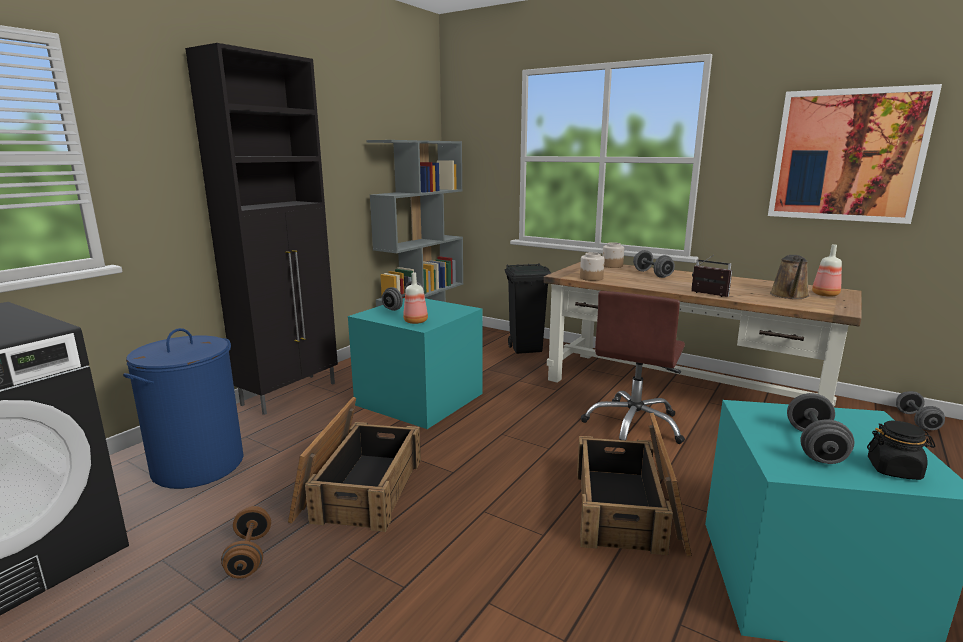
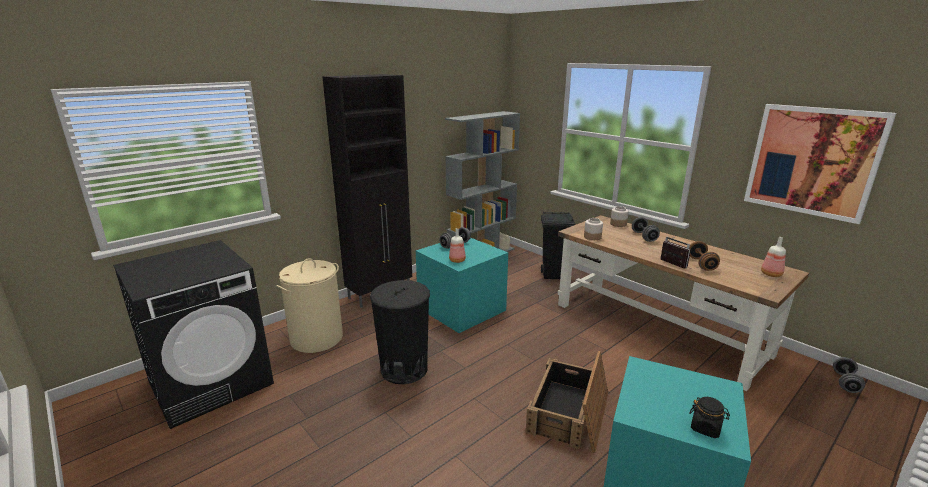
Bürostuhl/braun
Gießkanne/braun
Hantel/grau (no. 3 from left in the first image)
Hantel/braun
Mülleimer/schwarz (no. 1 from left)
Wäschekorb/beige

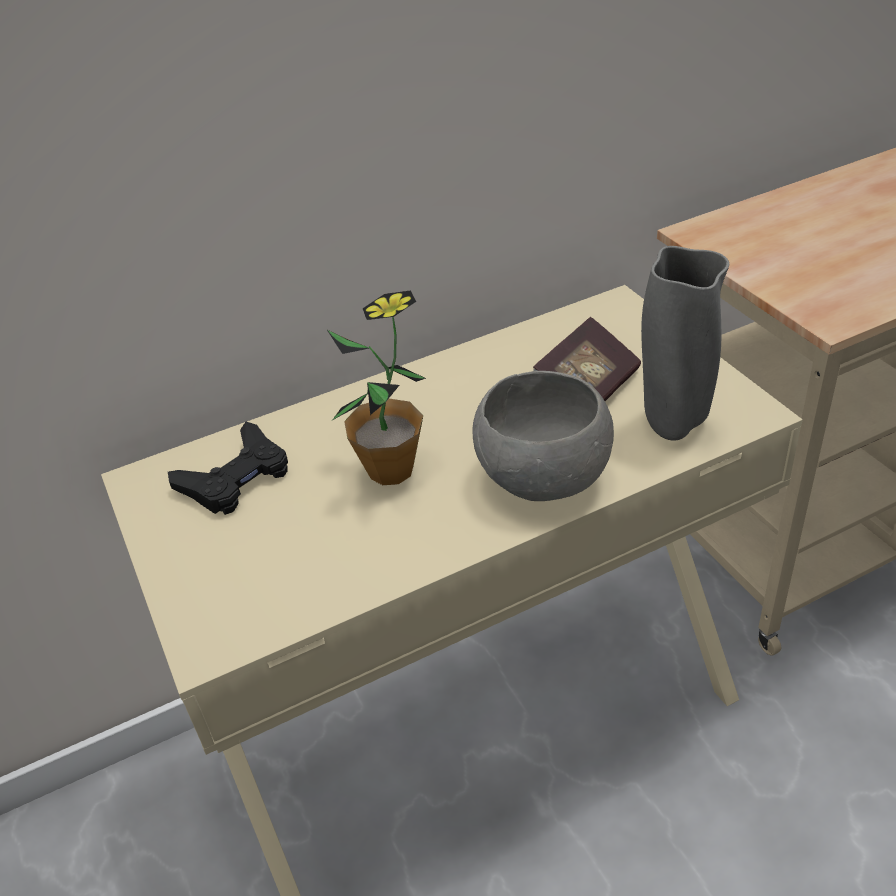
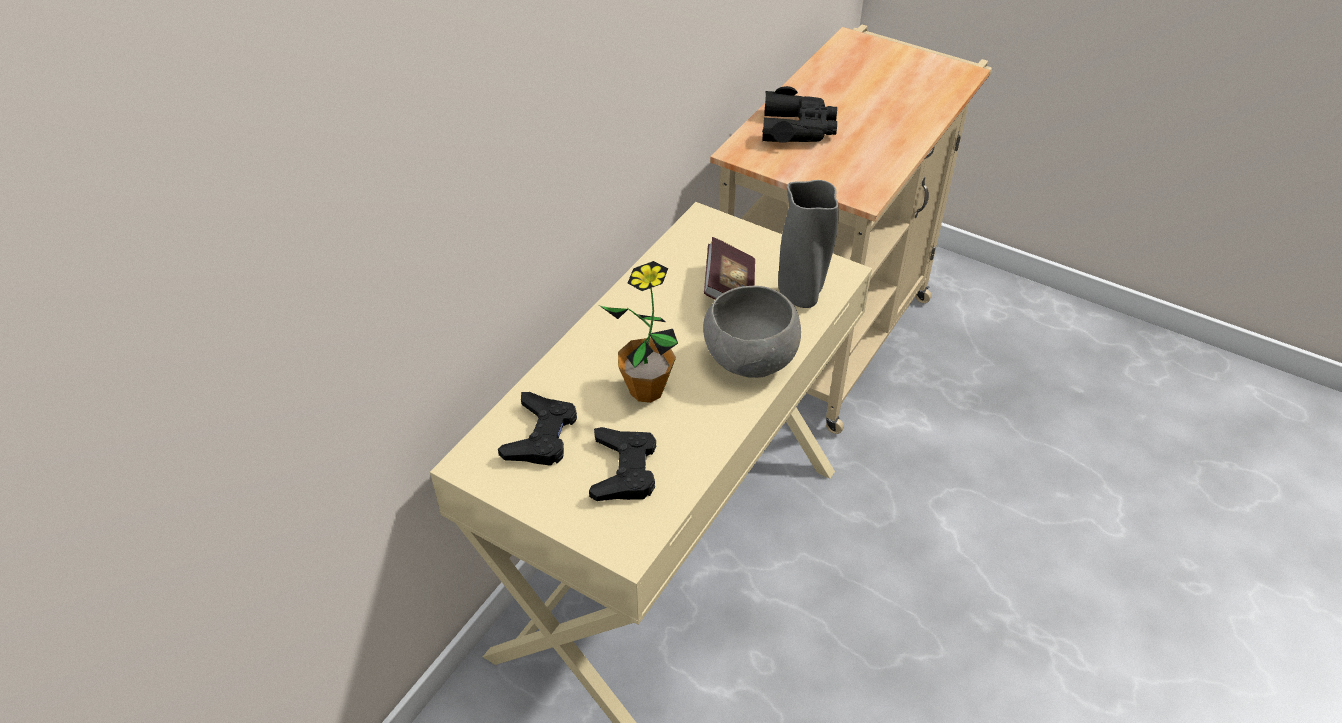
Gamepad/schwarz (no. 2 from left)
Fernglas/schwarz

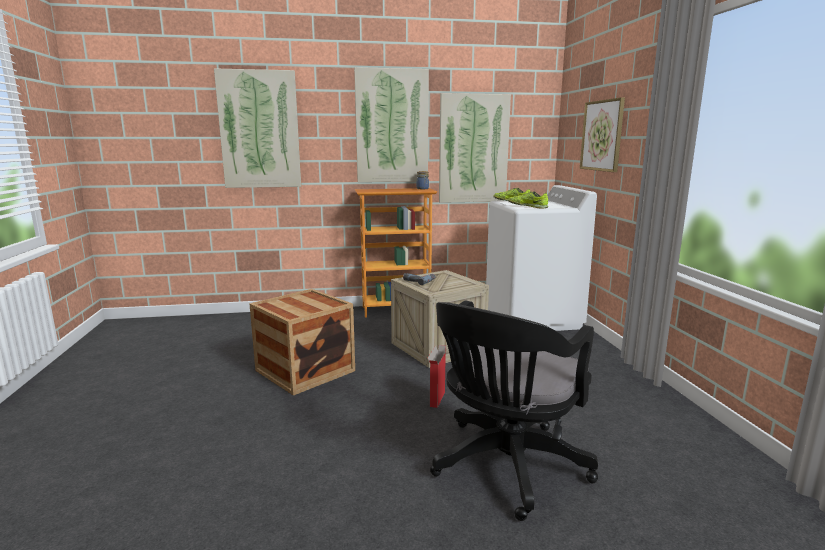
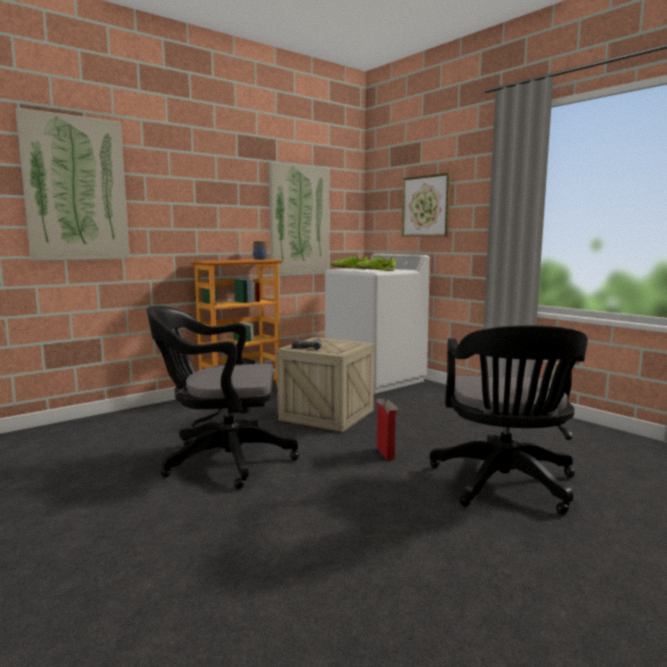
Bild (no. 2 from left in the first image)
Bürostuhl/schwarz (no. 1 from left)

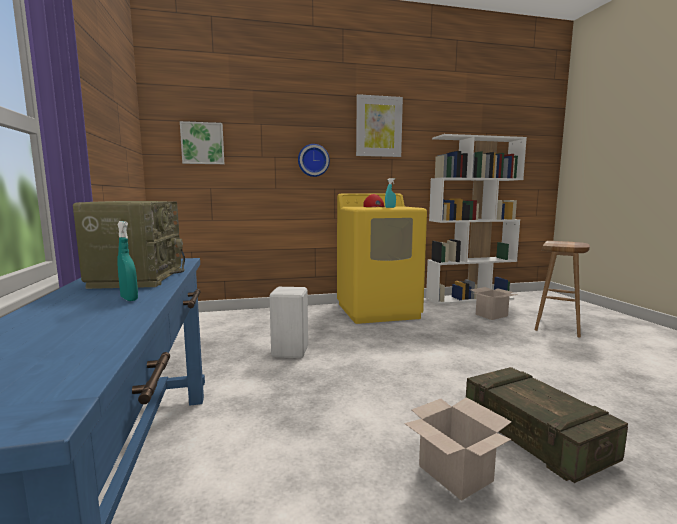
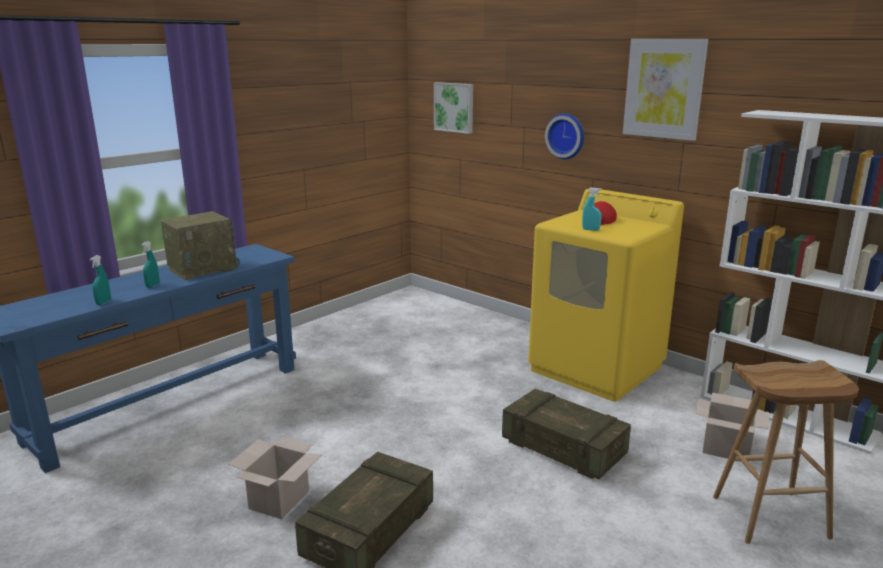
Hocker/weiß
Sprühflasche/türkis (no. 1 from left)
Kiste (no. 2 from left)

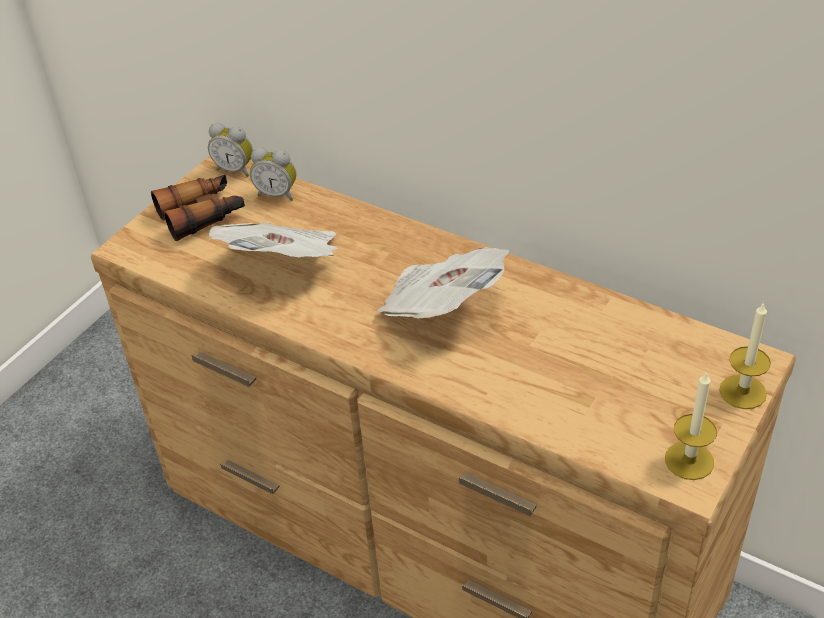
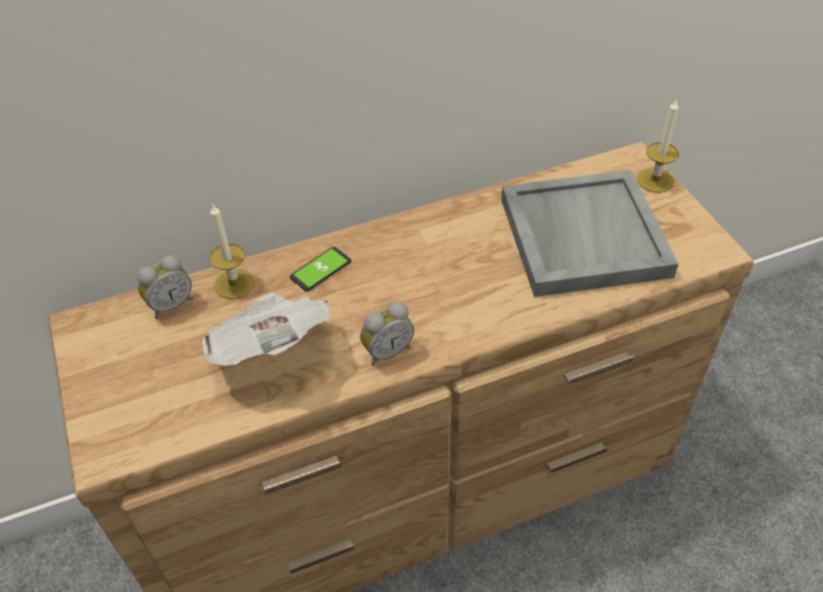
Fernglas
Zeitung (no. 2 from left in the first image)
Handy
Tablett/grau
Wecker (no. 2 from left)
Kerze (no. 1 from left)

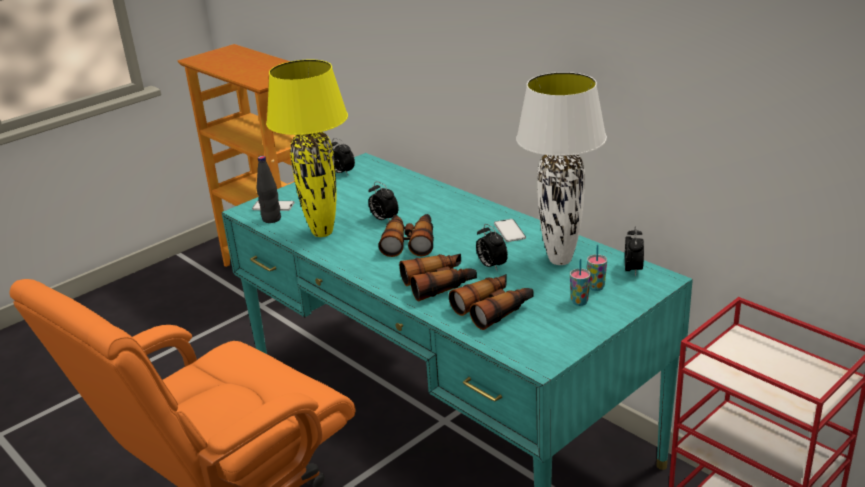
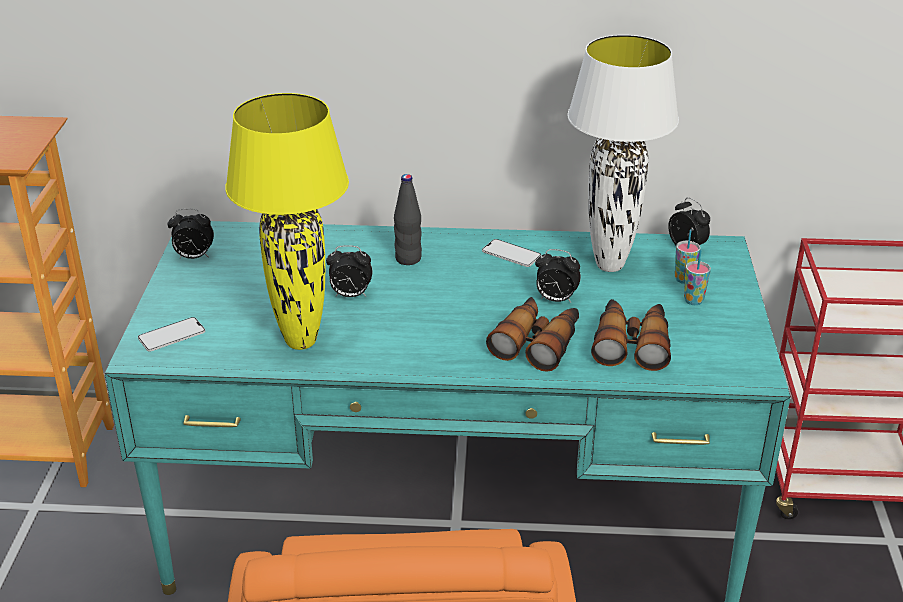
Fernglas (no. 1 from left in the first image)
Flasche/schwarz

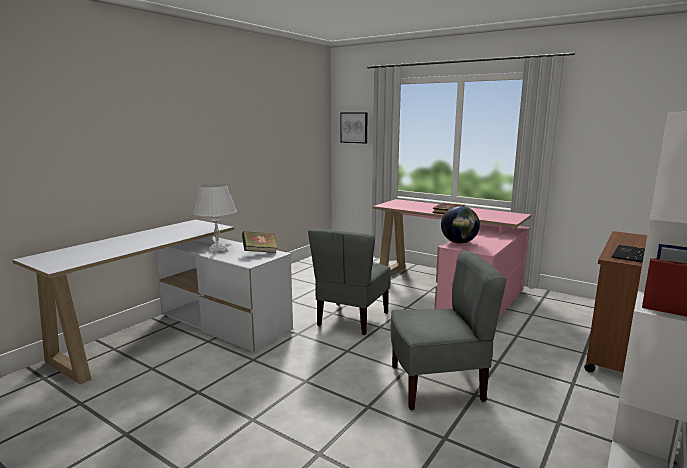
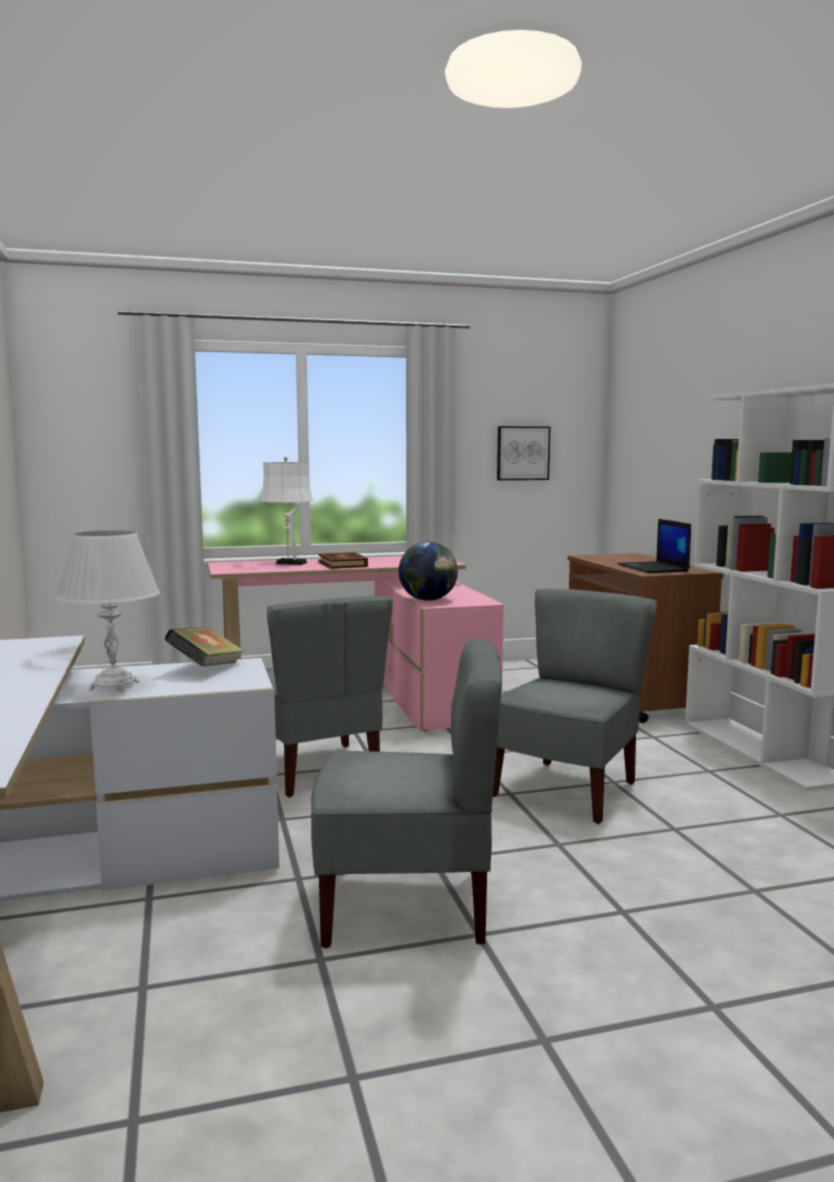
Tischlampe/weiß (no. 2 from left)
Stuhl/grau (no. 2 from left)
Bild

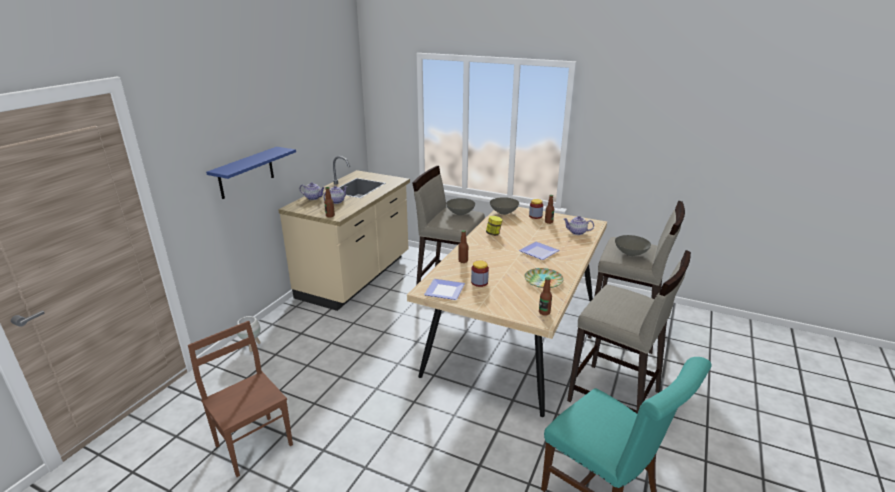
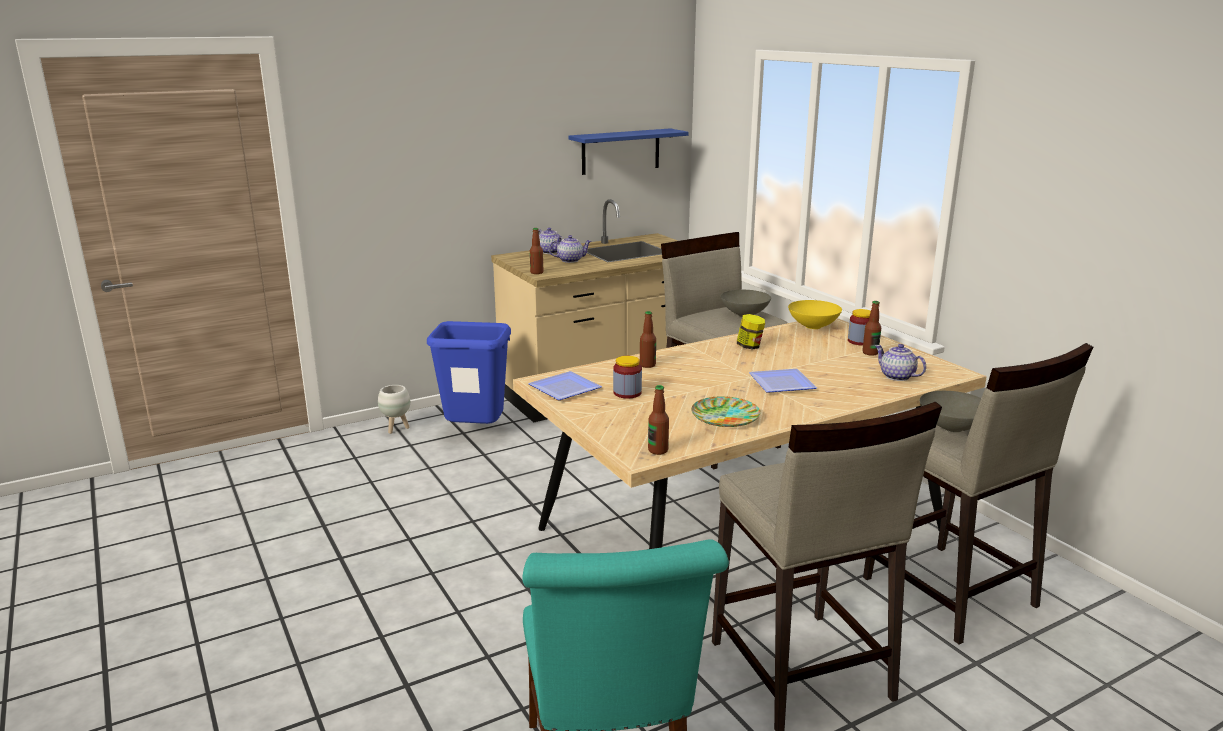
Stuhl/braun
Mülleimer/blau
Wandregal/blau
Schüssel/gelb

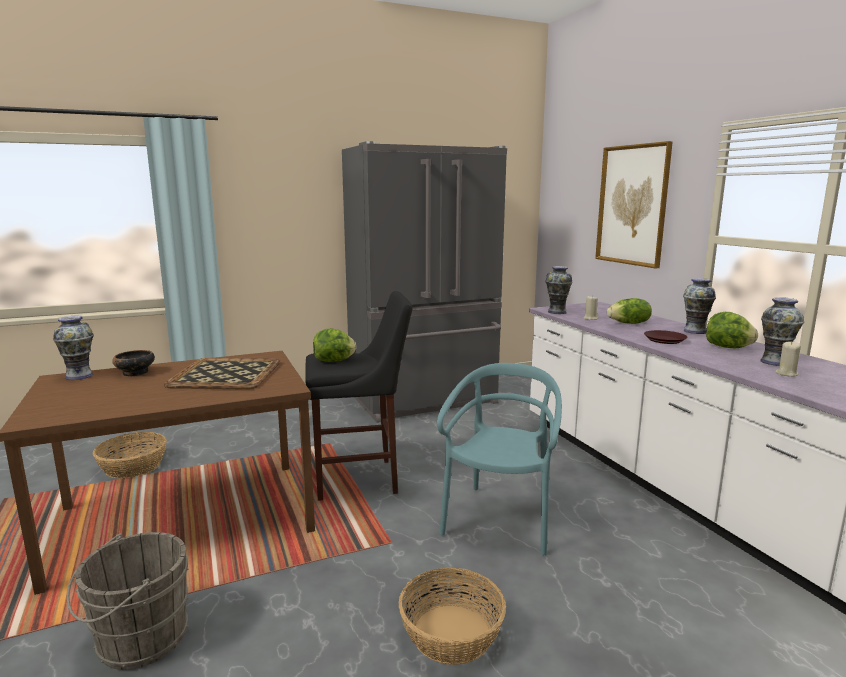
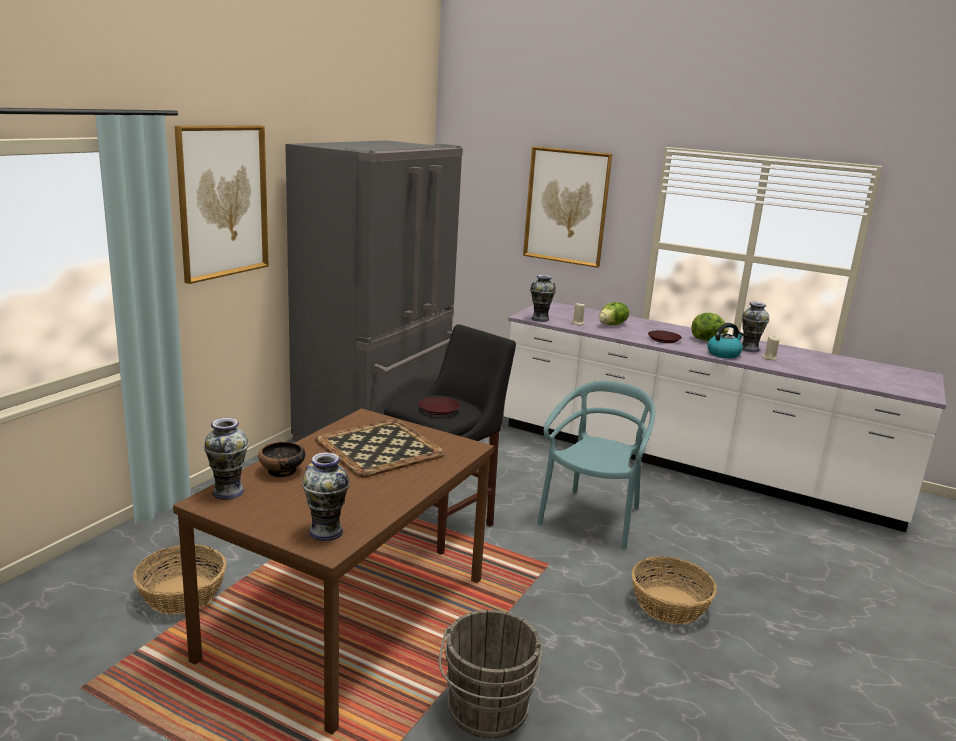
Bild (no. 1 from left)
Wasserkessel
Vase (no. 2 from left)
Teller/braun (no. 1 from left)
Stuhl/türkis

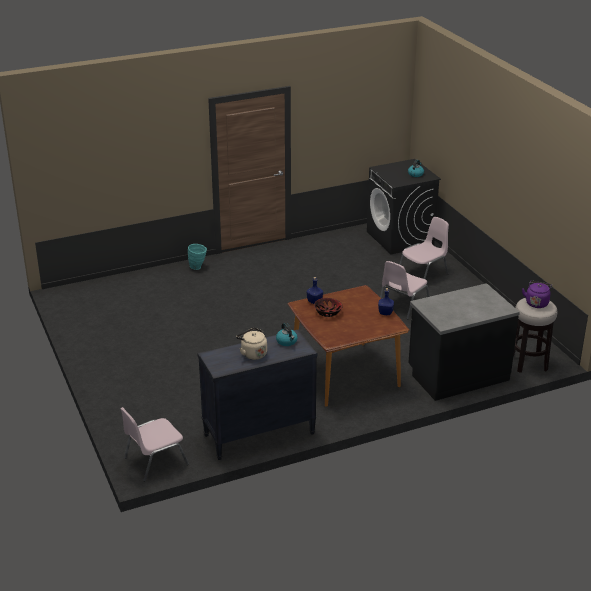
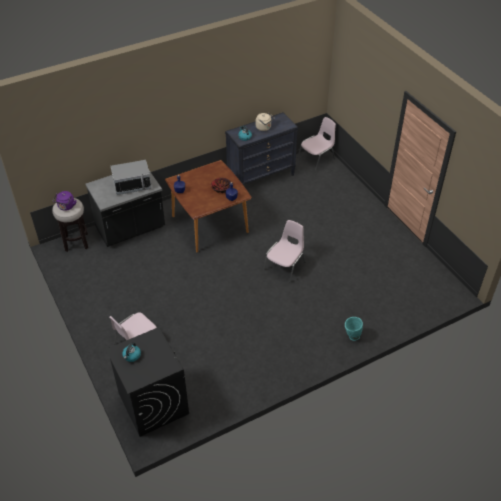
Mikrowelle
Stuhl/rosa (no. 2 from left)

